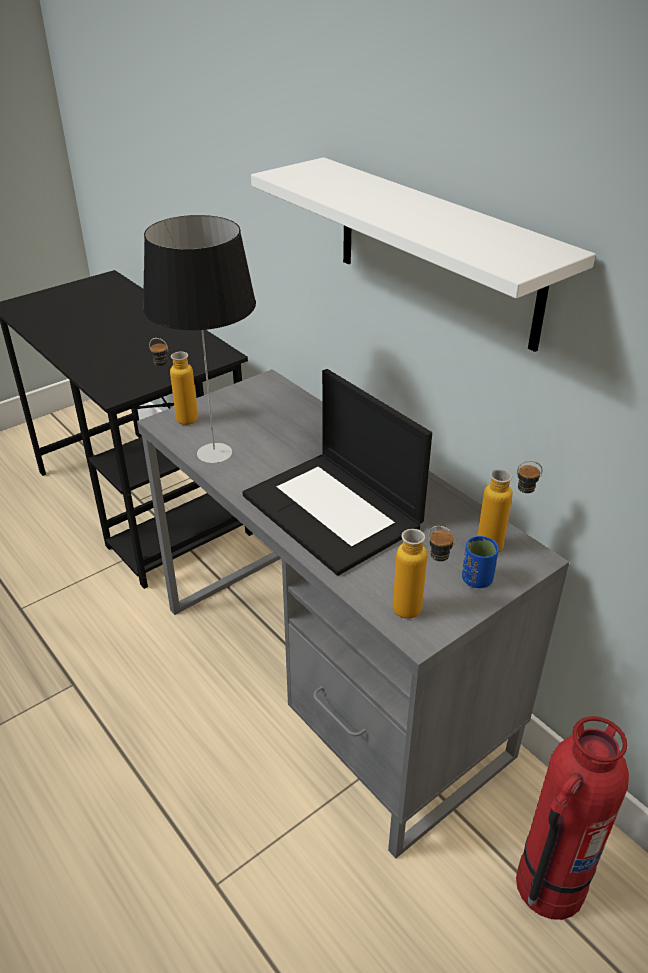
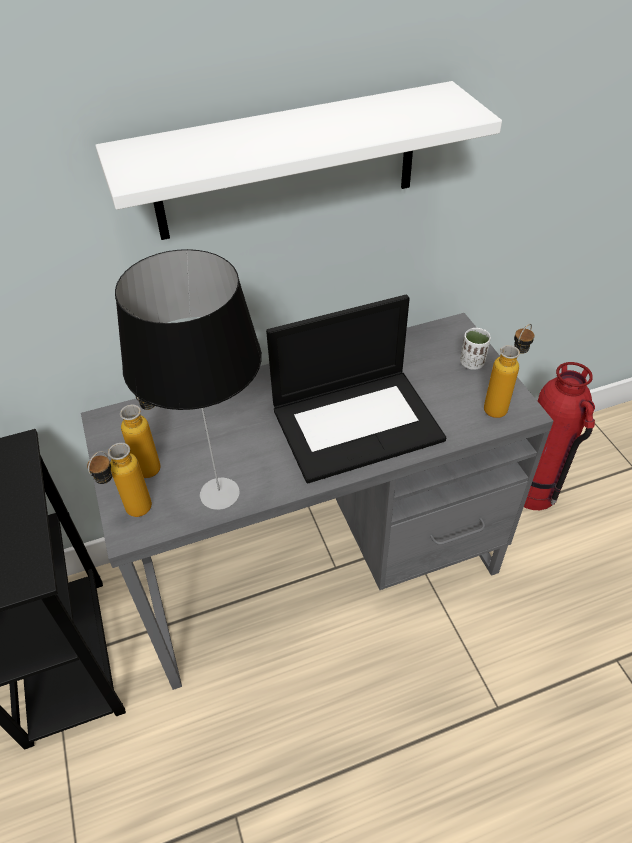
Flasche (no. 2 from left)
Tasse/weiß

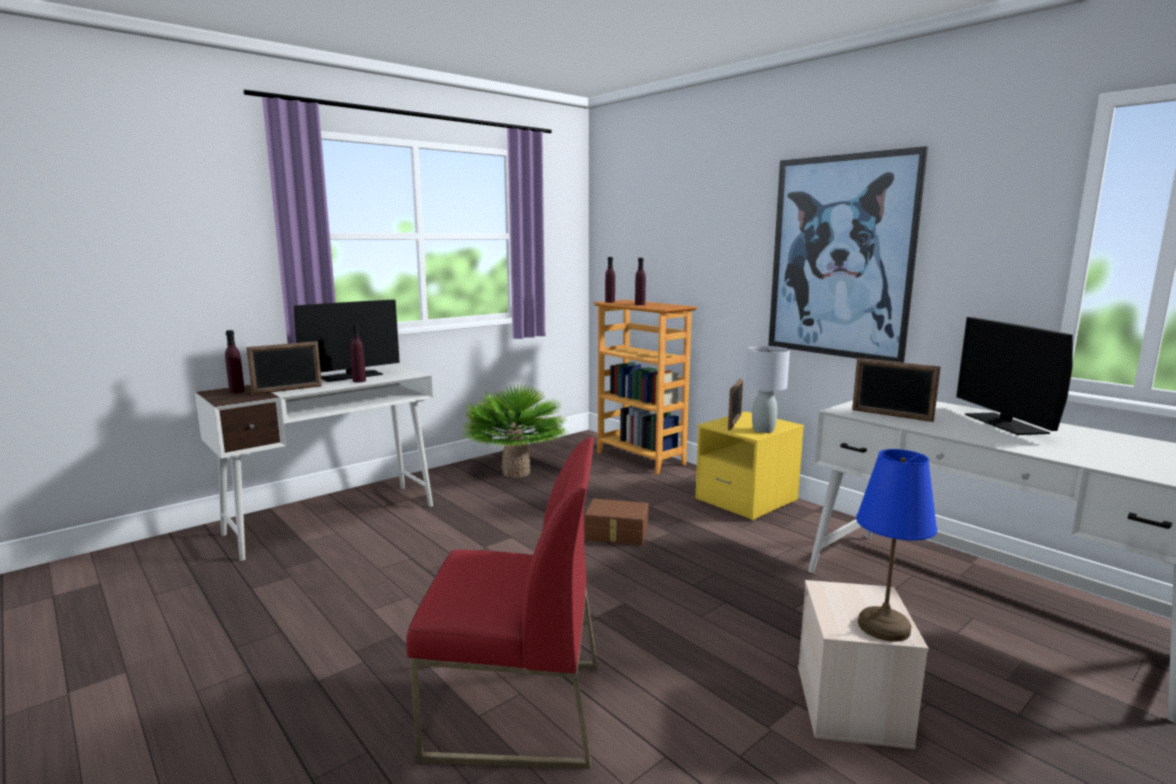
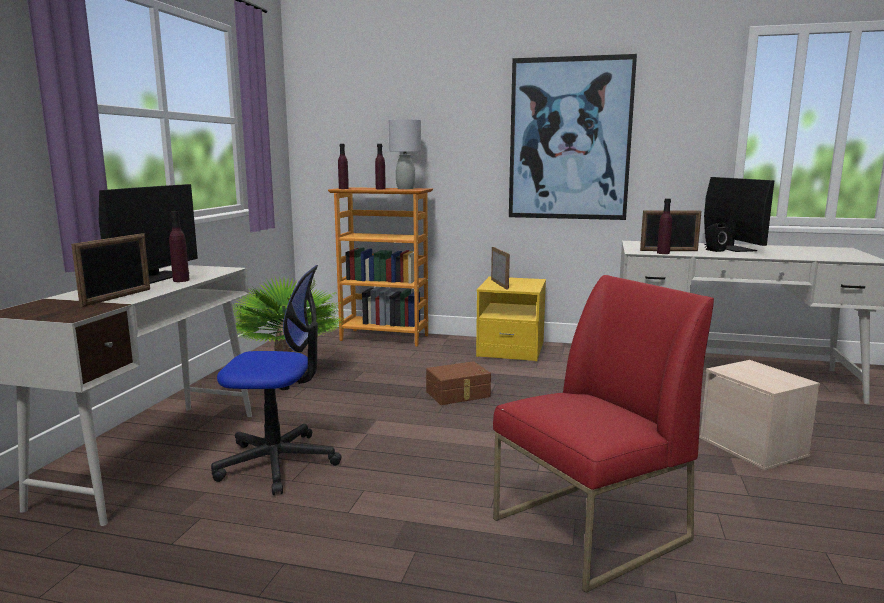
Tischlampe/blau
Bürostuhl
Lautsprecher/schwarz
Flasche/lila (no. 4 from left)
Tischlampe/grau
Monitor (no. 2 from left)

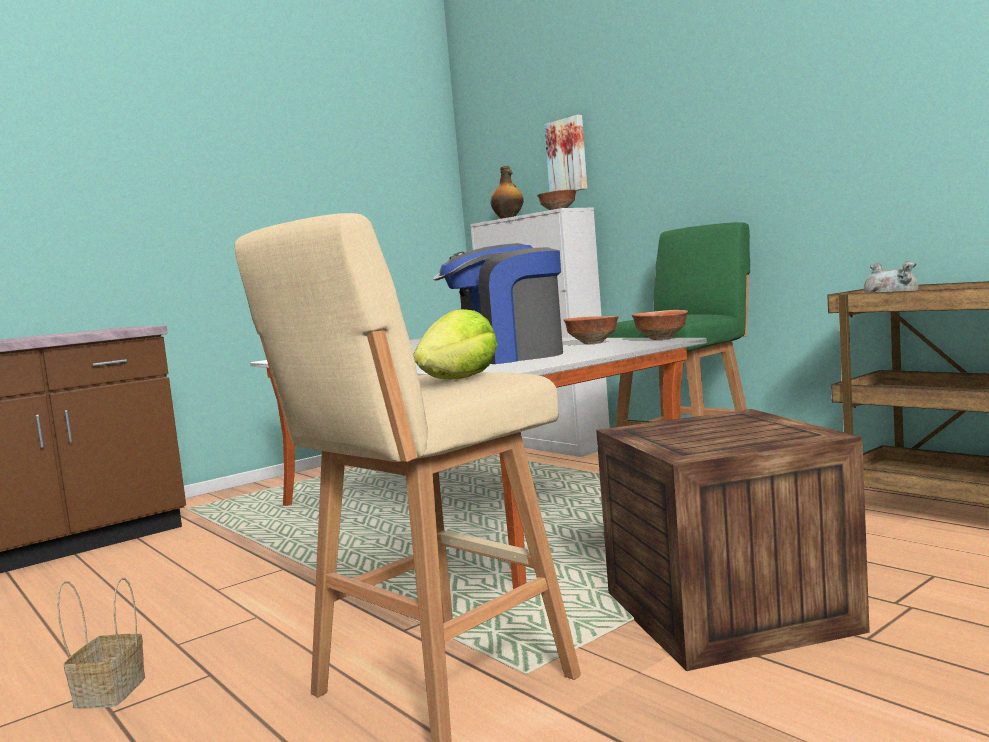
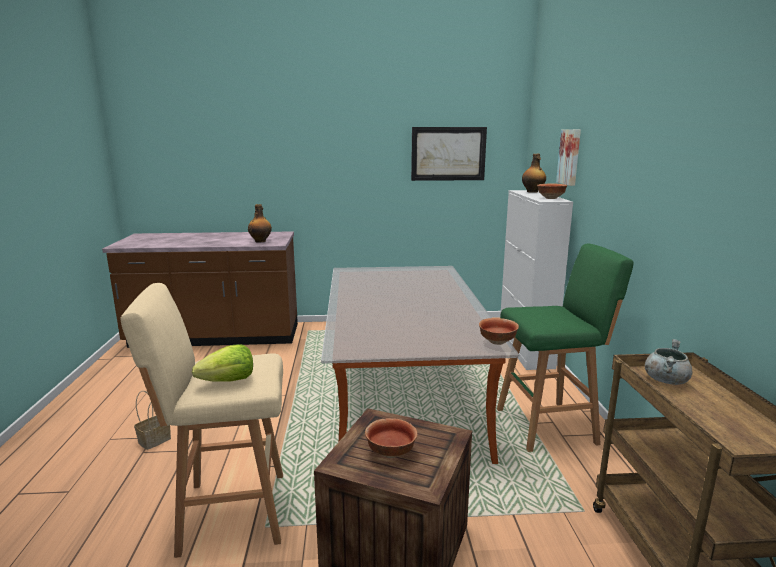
Kaffeemaschine
Flasche (no. 1 from left)
Bild (no. 1 from left)
Schüssel (no. 1 from left)

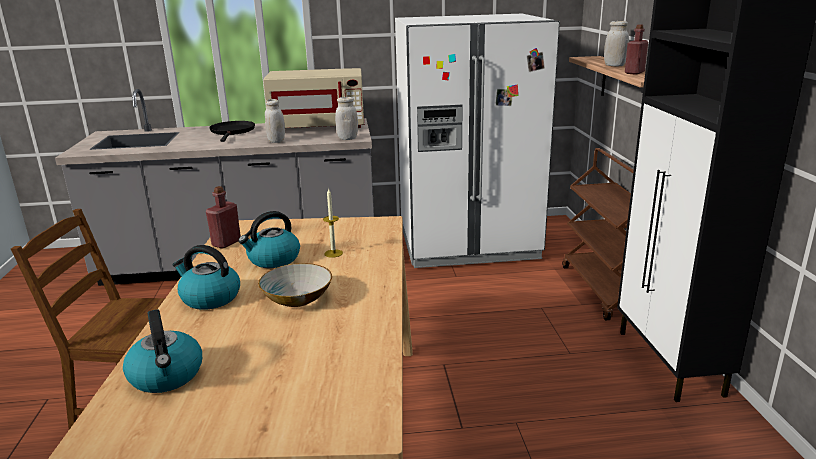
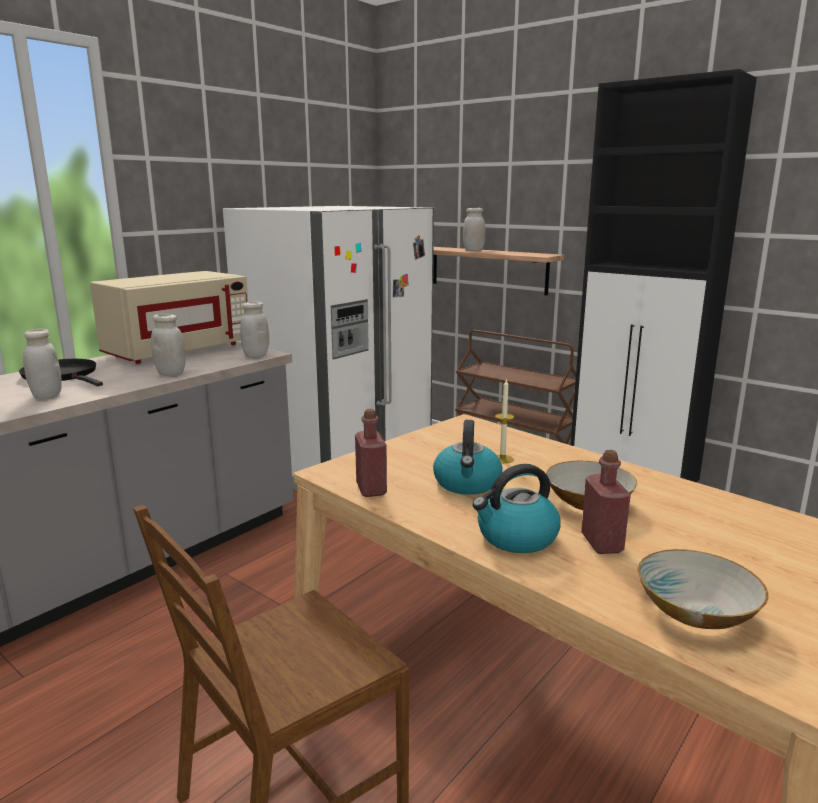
Vorratsglas/weiß (no. 1 from left)
Flasche/rot (no. 2 from left)
Schüssel (no. 2 from left)

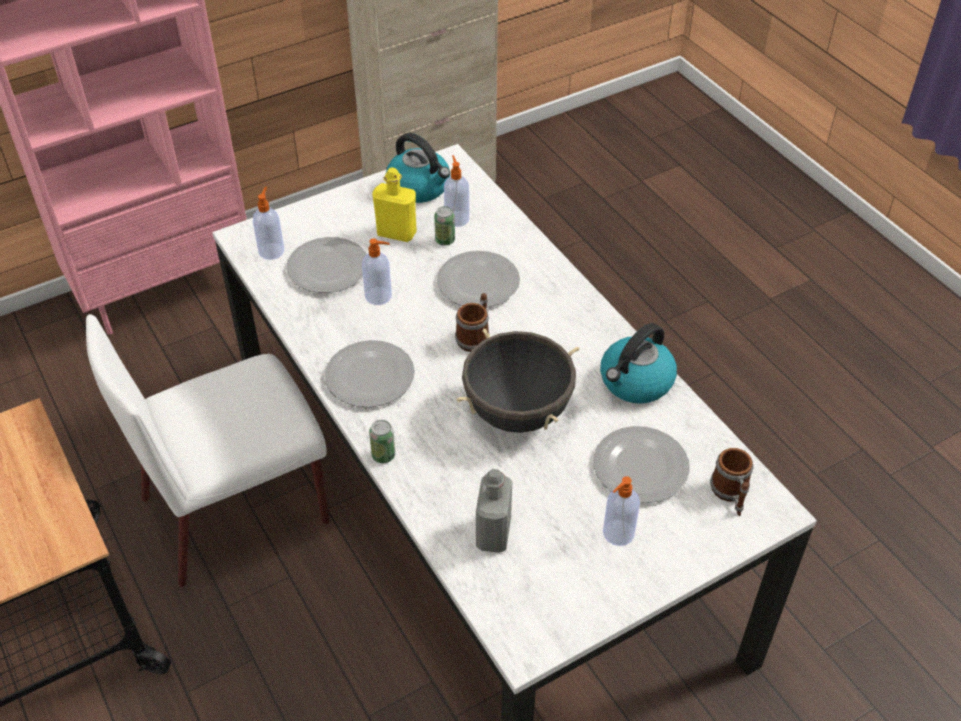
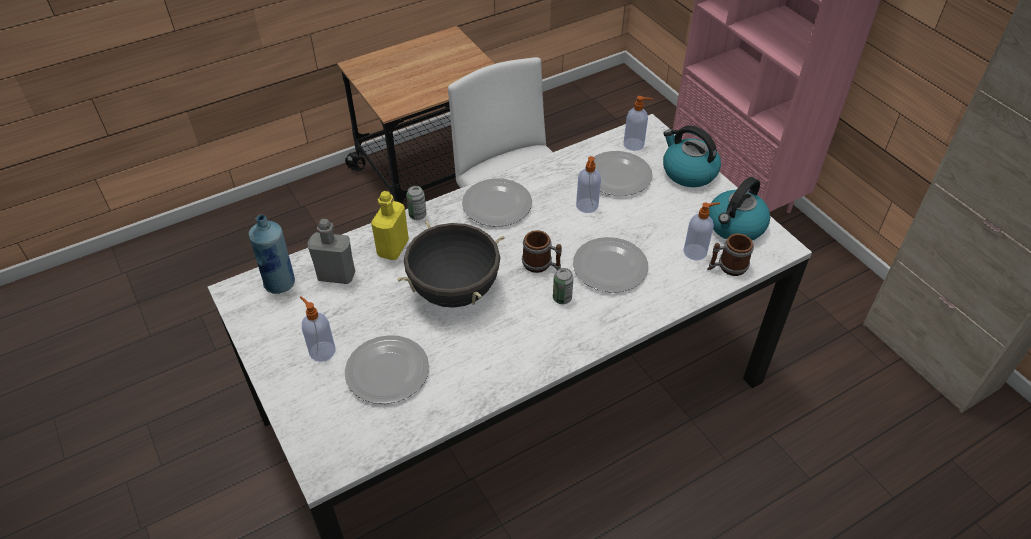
Flasche/blau
Flasche/gelb
Dose (no. 2 from left)
Wasserkessel (no. 1 from left)
Henkelbecher (no. 2 from left)

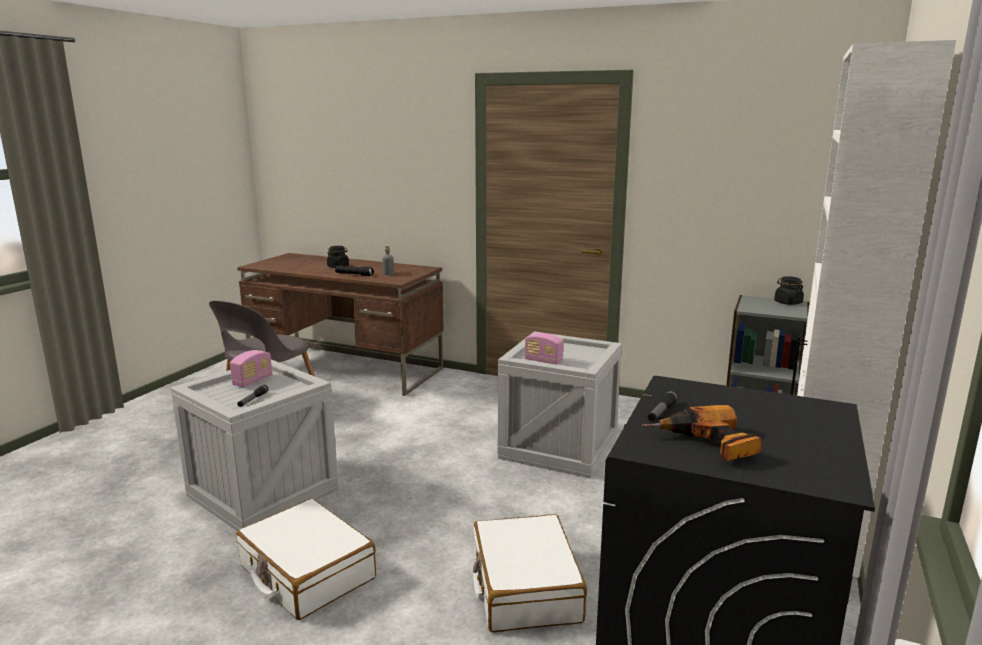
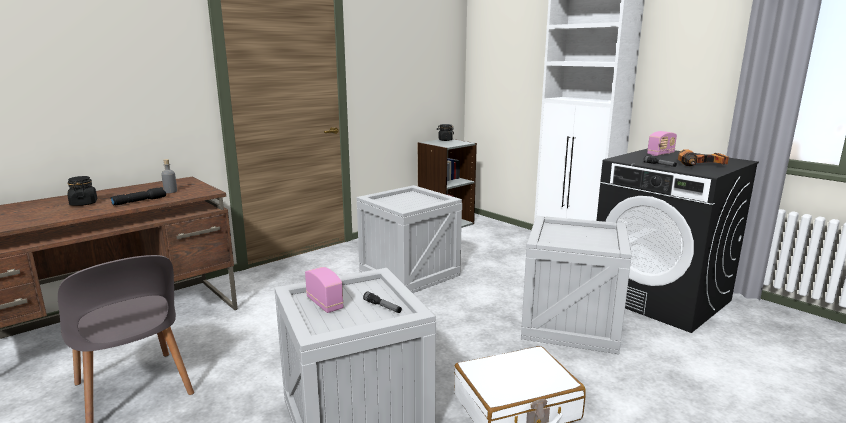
Radio (no. 2 from left)
Kiste (no. 3 from left)

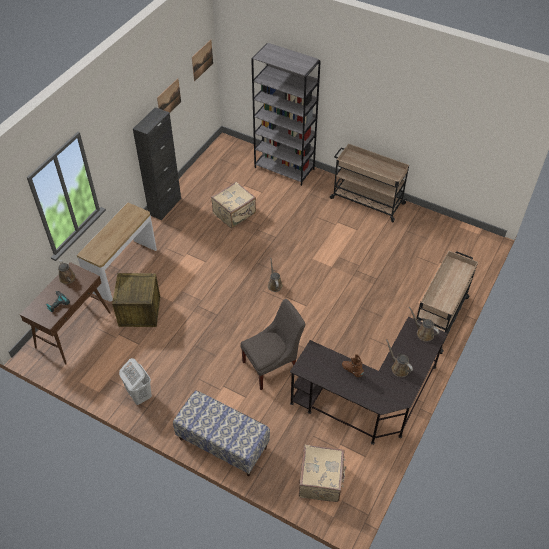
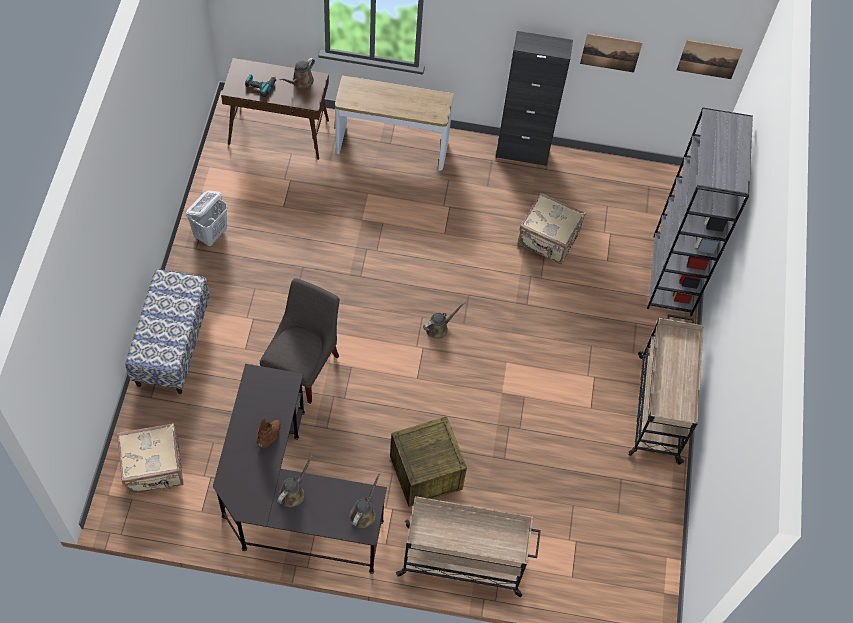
Kiste
Stuhl/grau

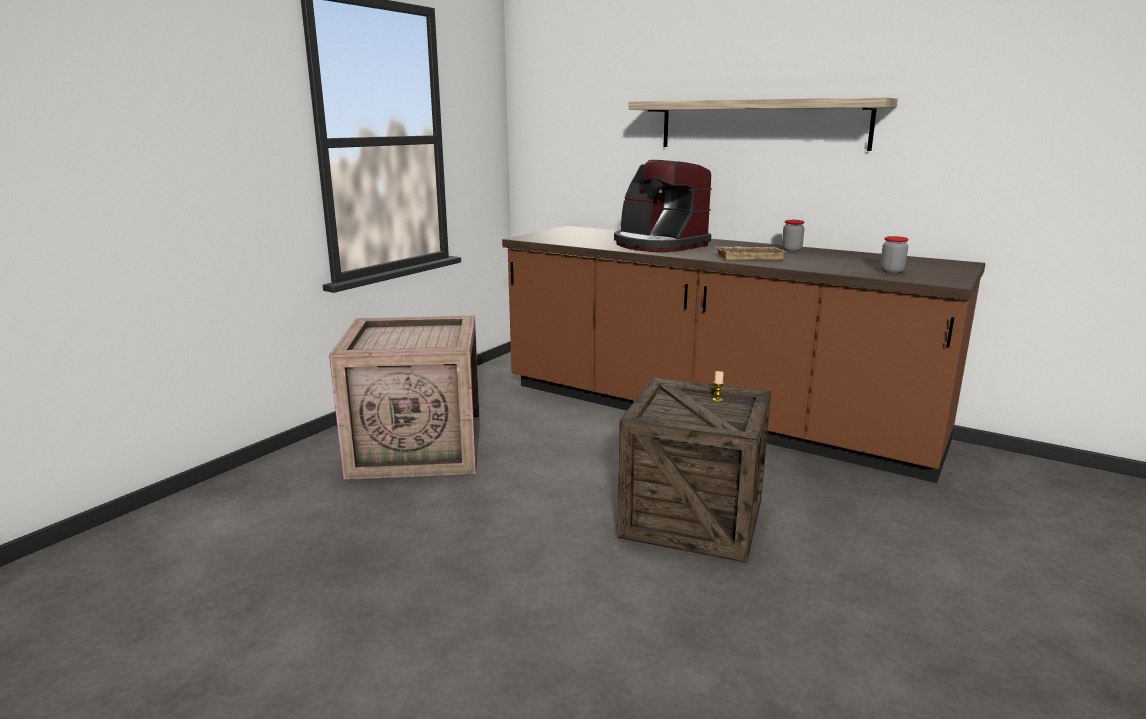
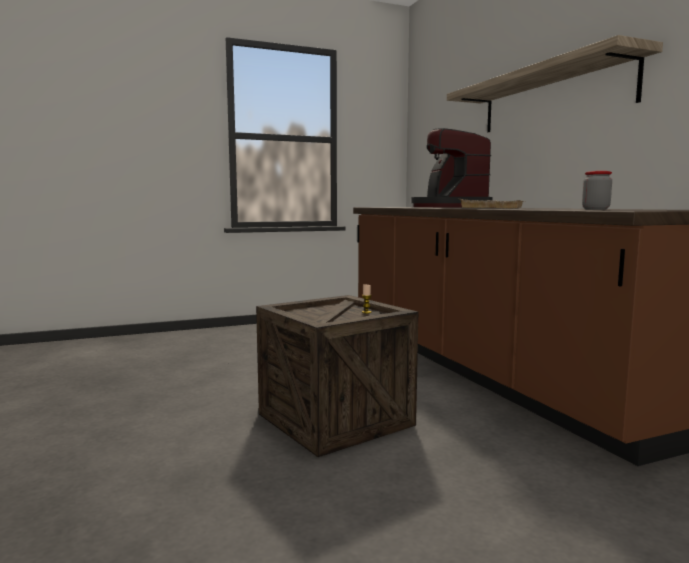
Kiste (no. 1 from left in the first image)
Vorratsglas (no. 1 from left in the first image)

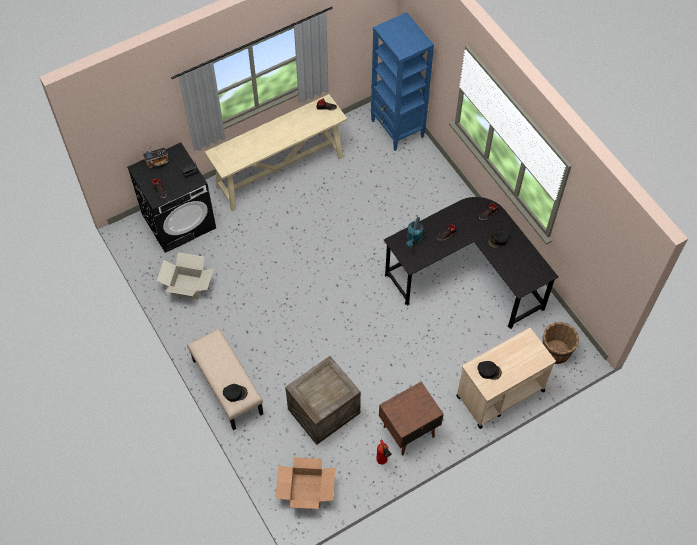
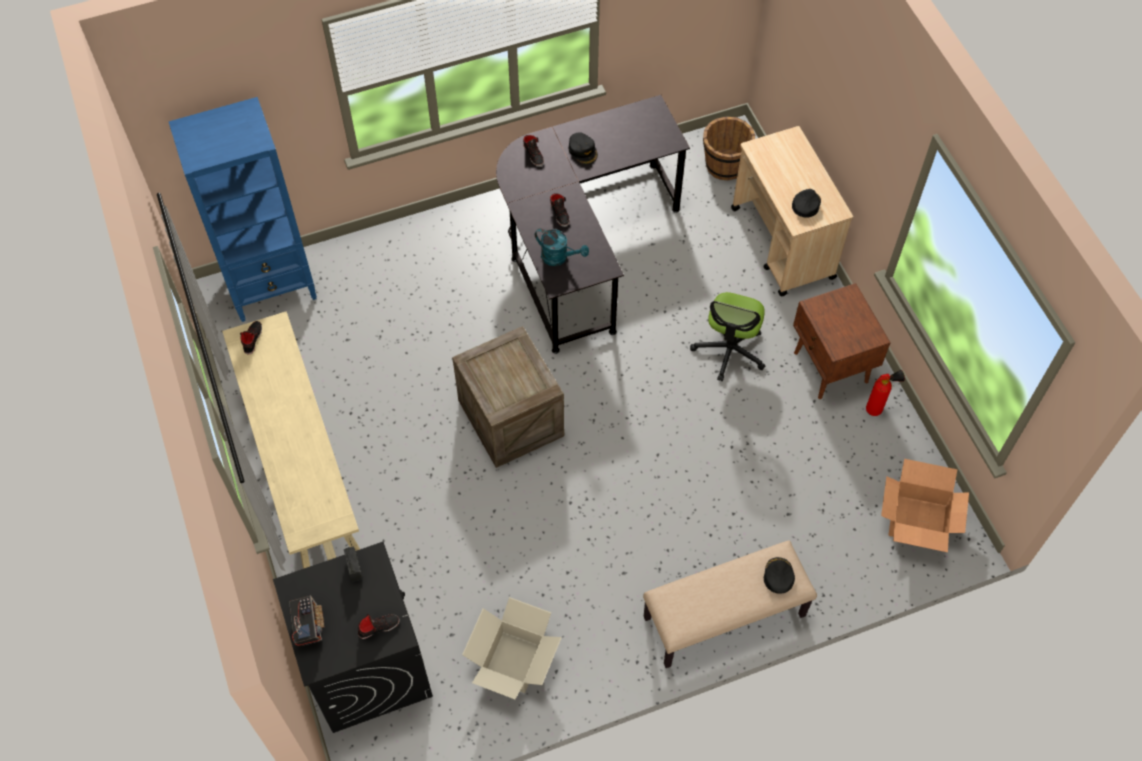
Bürostuhl
Kiste

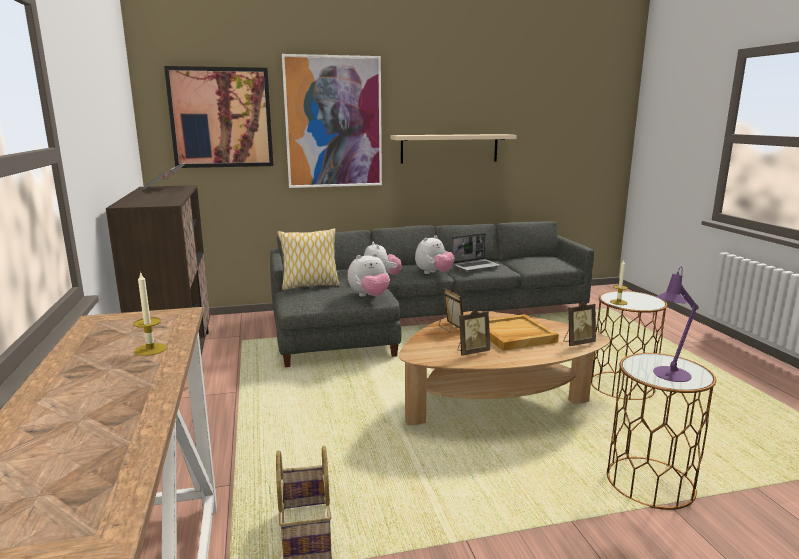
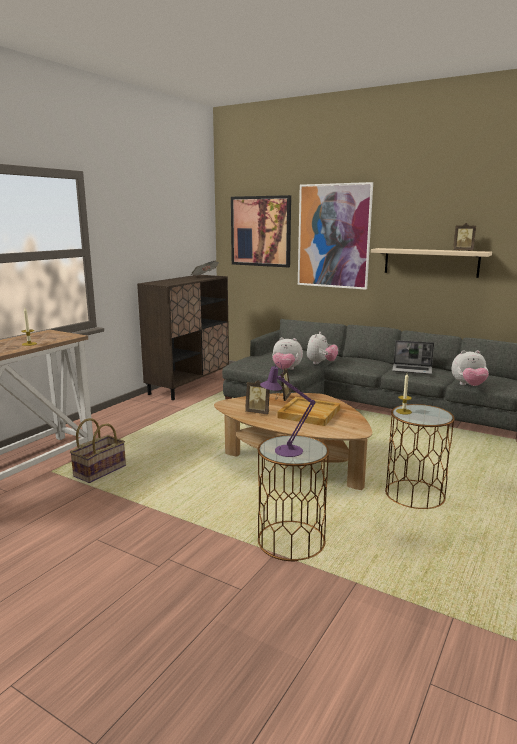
Kissen
Plüschtier (no. 3 from left)
Bilderrahmen (no. 3 from left)

